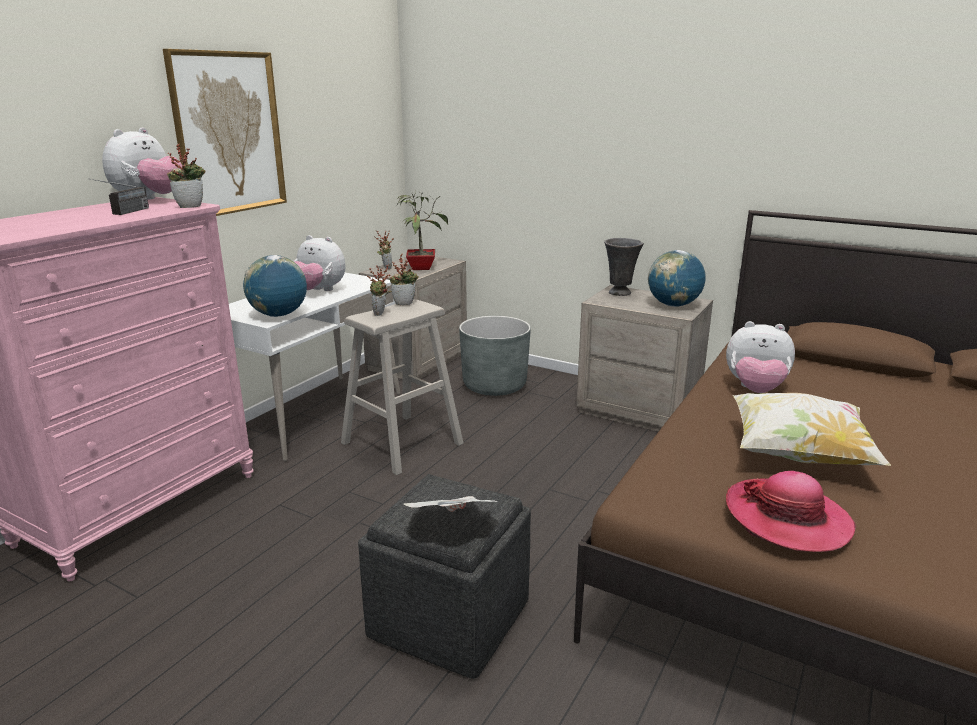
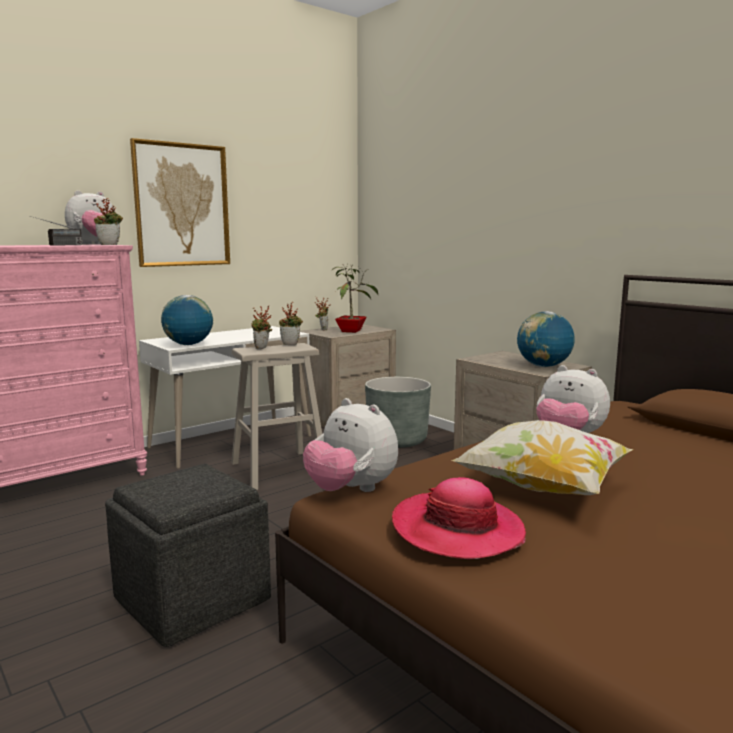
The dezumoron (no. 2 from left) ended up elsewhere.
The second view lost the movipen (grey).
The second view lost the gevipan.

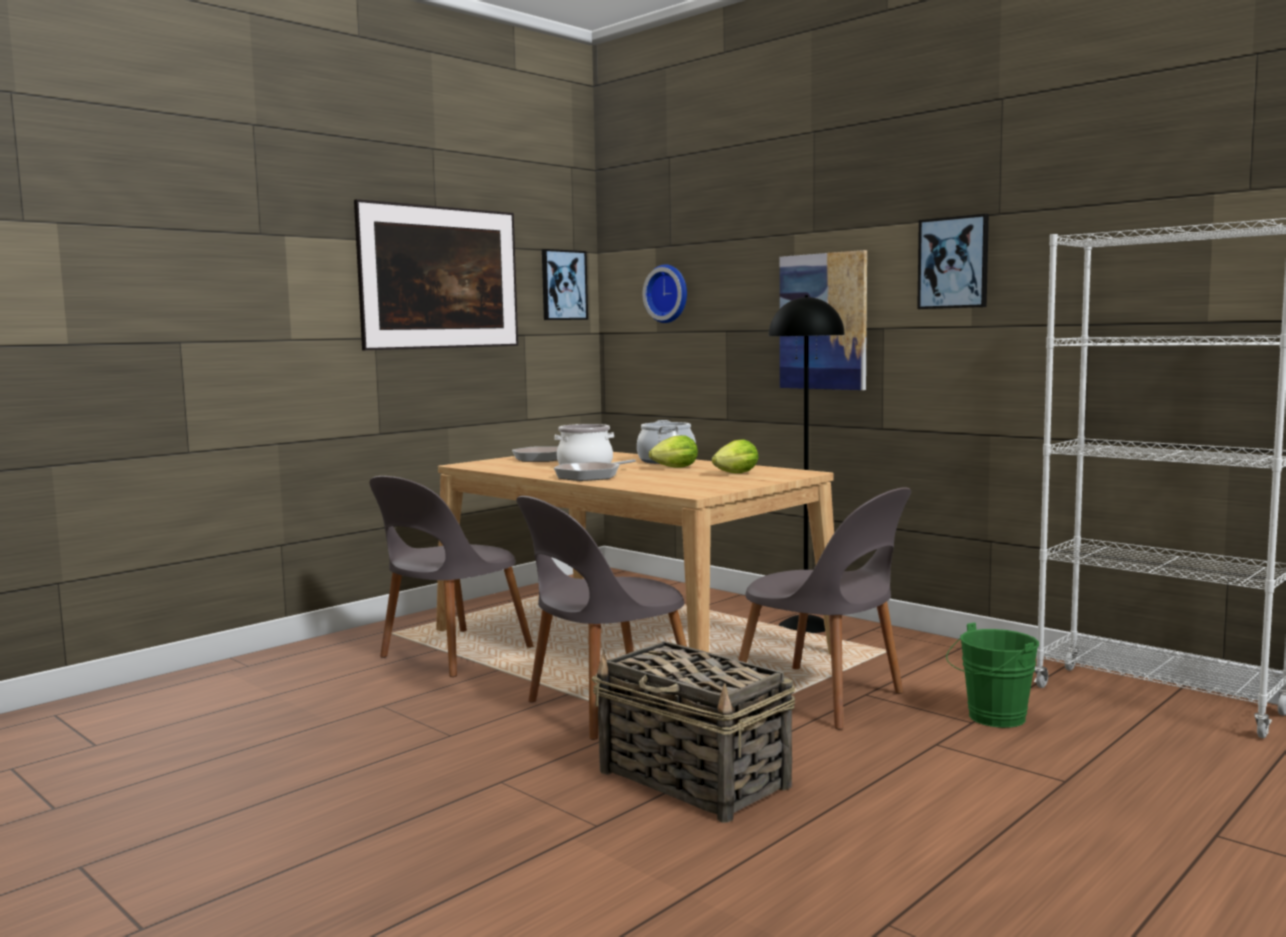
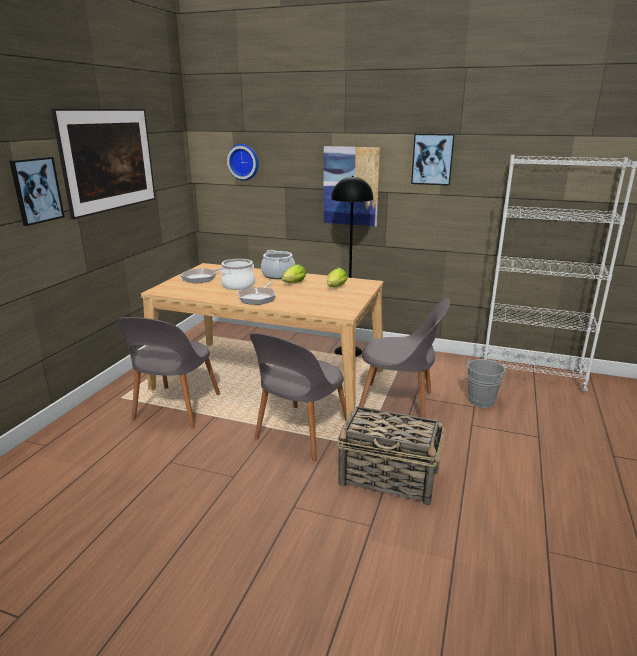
The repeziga (no. 2 from left in the first image) ended up elsewhere.
What was the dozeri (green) turned into the dozeri (grey).

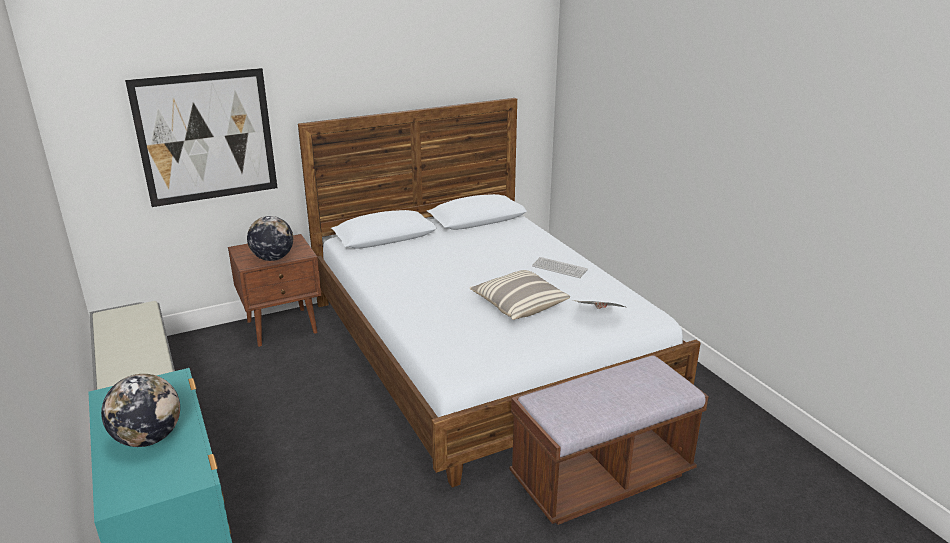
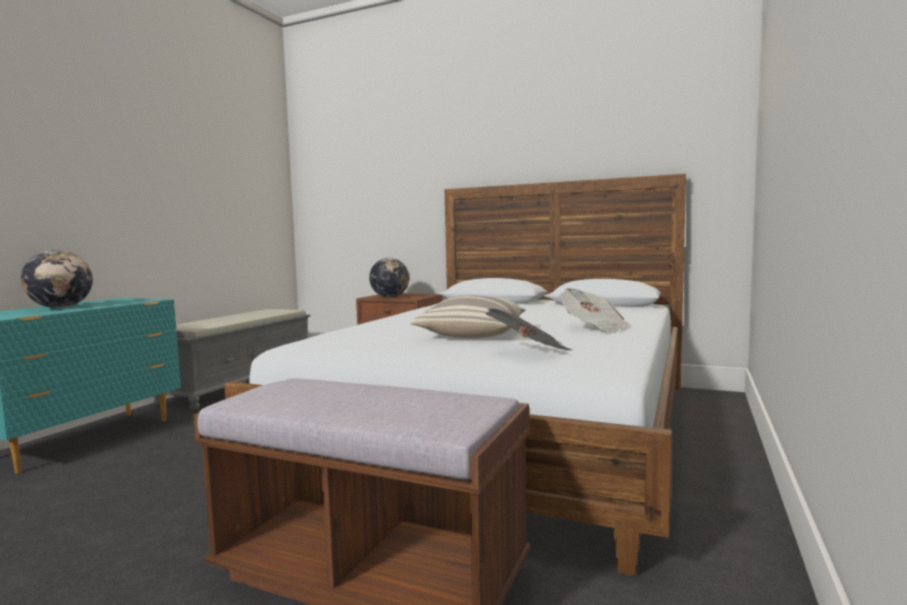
The second view lost the repeziga.
Where the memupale stood, the gevipan (no. 2 from left) came to stand.

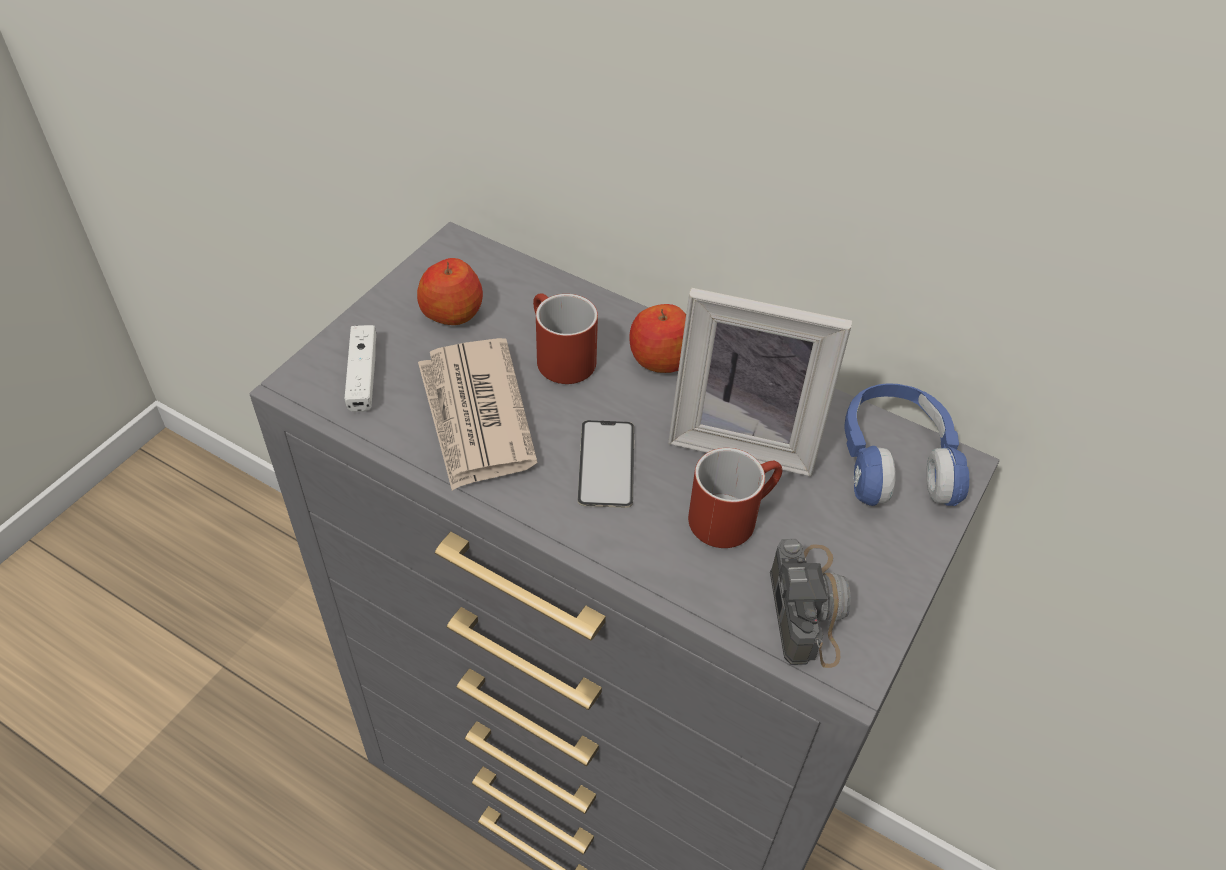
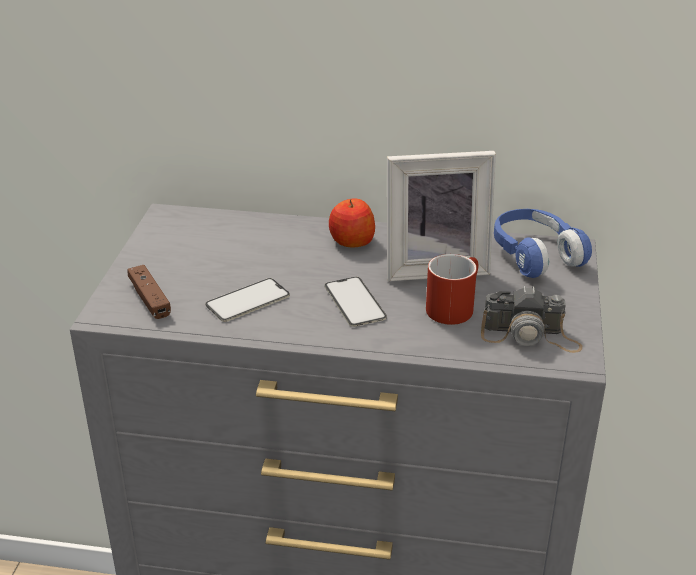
The second view lost the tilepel (no. 1 from left).
The second view lost the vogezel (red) (no. 1 from left).
What was the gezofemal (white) turned into the gezofemal (brown).
Where the gevipan stood, the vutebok (no. 1 from left) came to stand.
The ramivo ended up facing another way, 120 degrees clockwise from before.

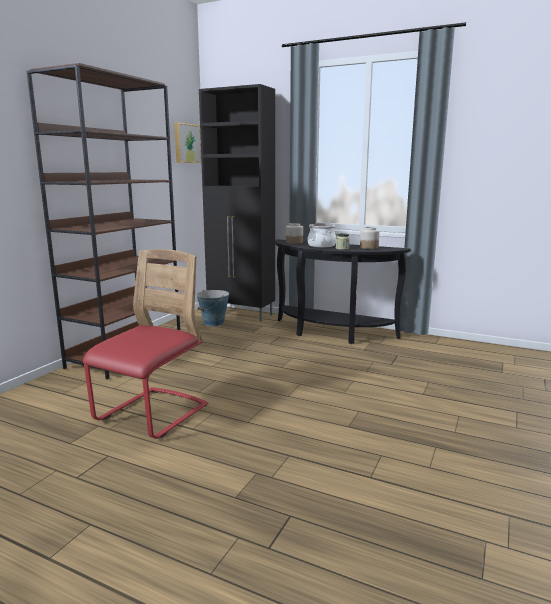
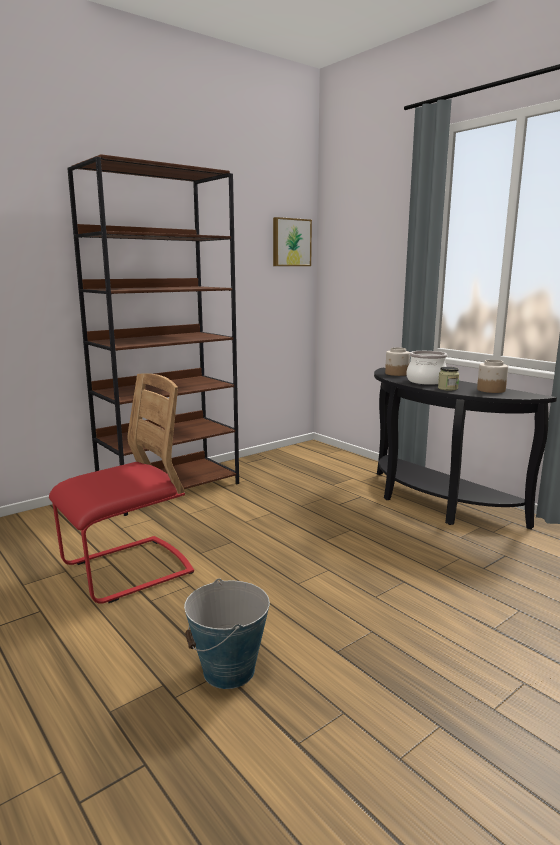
The second view lost the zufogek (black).
The dozeri ended up elsewhere.

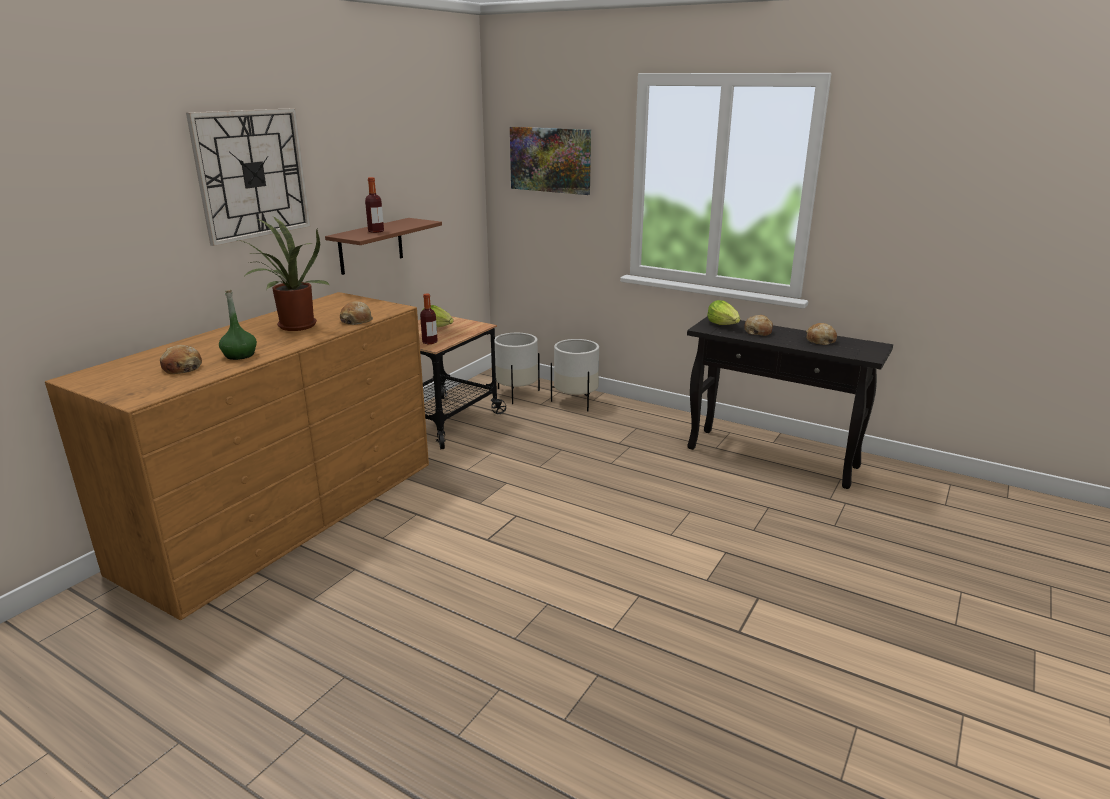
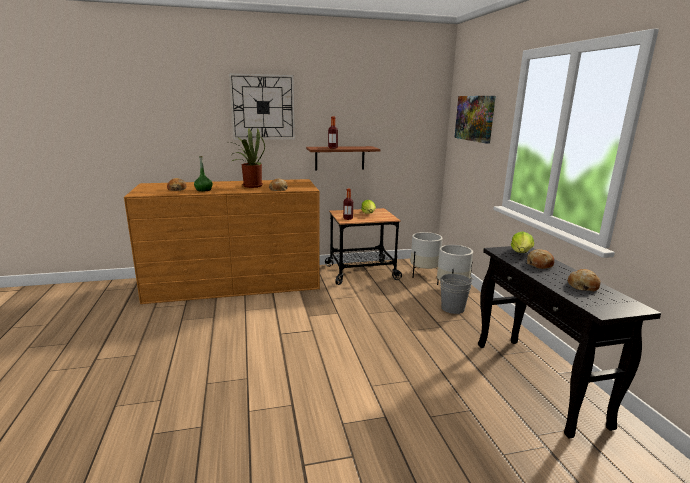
The second view gained the dozeri (grey).

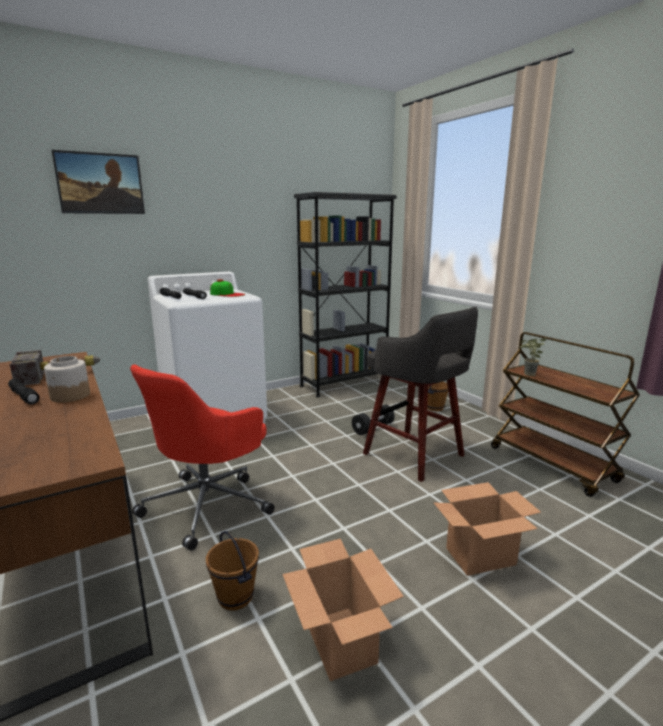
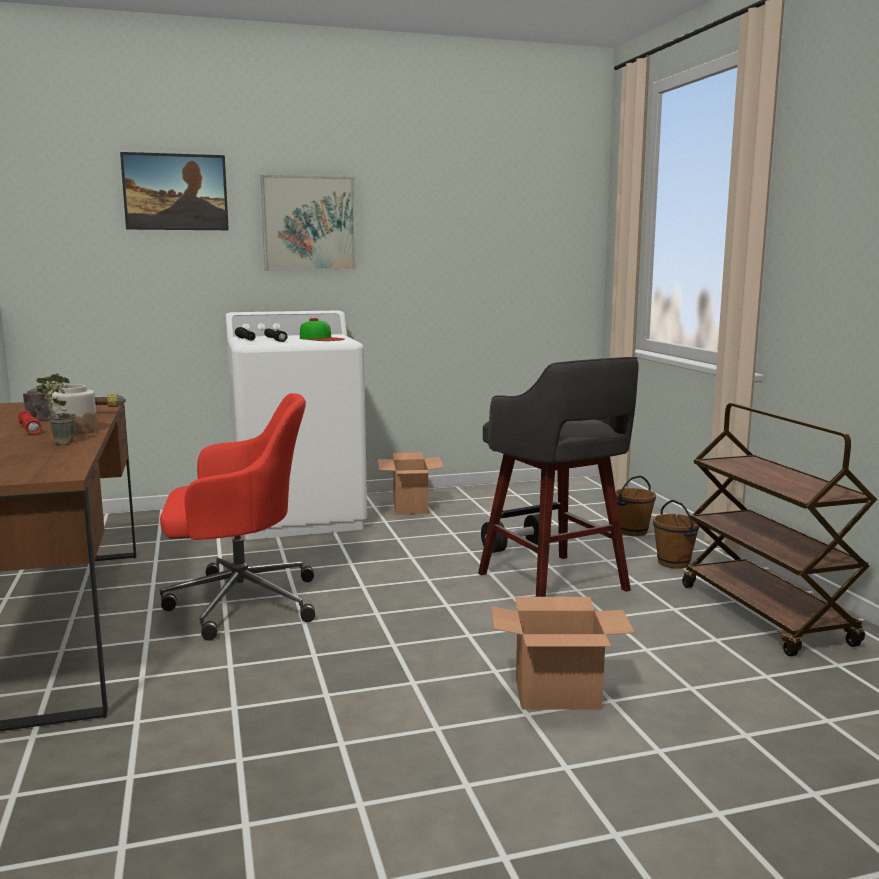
The second view lost the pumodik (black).
The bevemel ended up elsewhere.
The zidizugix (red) ended up facing another way, 150 degrees counterclockwise from before.
What was the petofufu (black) (no. 1 from left) turned into the petofufu (red).
The dozeri (brown) (no. 1 from left in the first image) ended up elsewhere.
The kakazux (no. 1 from left) ended up elsewhere.
The second view gained the repeziga (no. 2 from left).

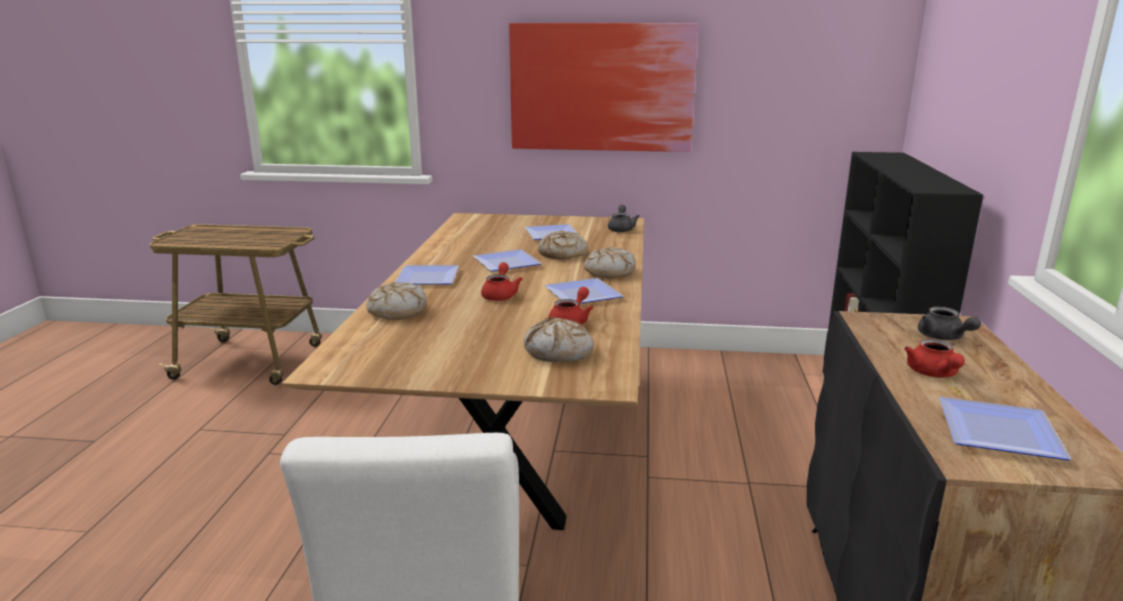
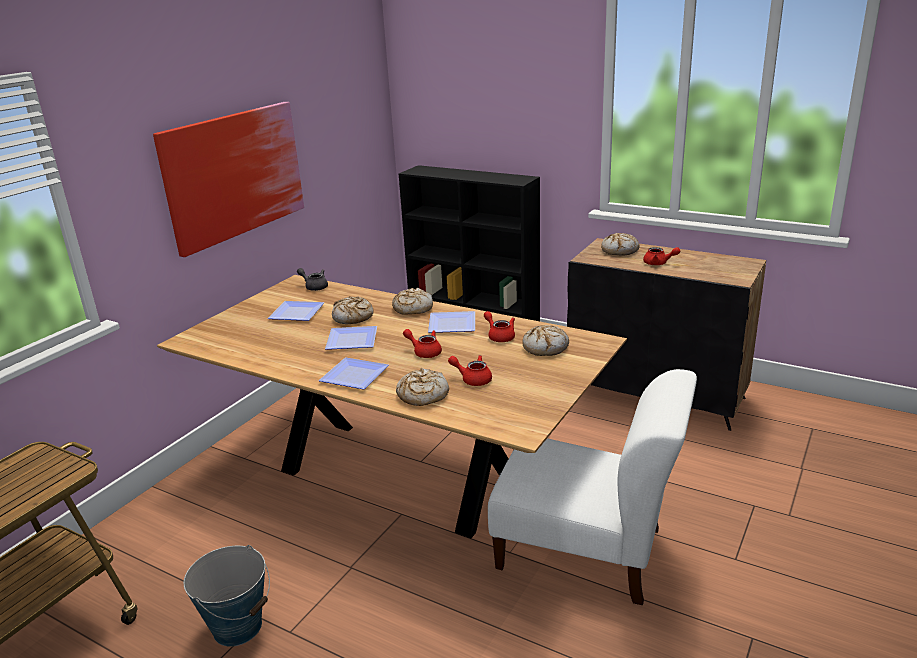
Where the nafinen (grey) (no. 2 from left) stood, the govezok (no. 5 from left) came to stand.
The second view lost the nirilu (no. 5 from left).
The second view gained the nafinen (red) (no. 2 from left).
The second view gained the dozeri.

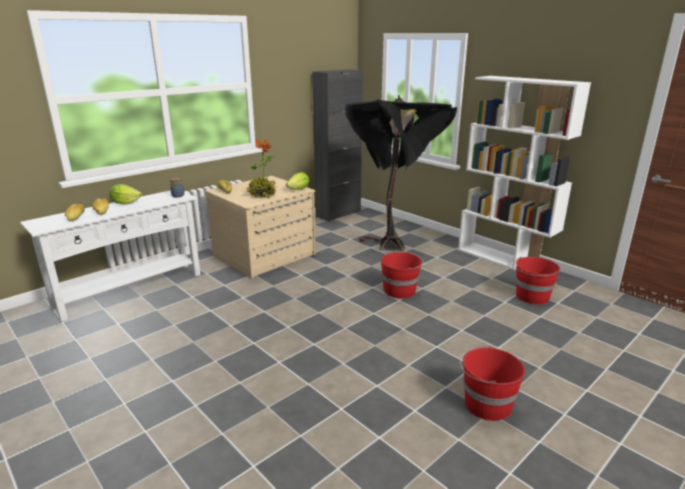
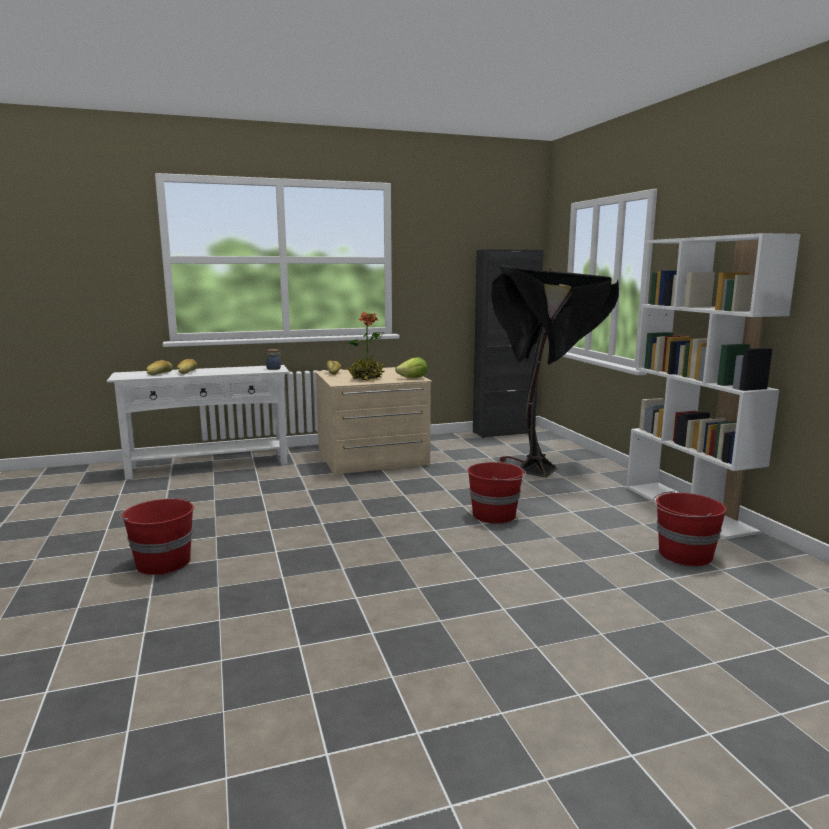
The second view lost the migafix (no. 1 from left).
The dozeri (red) (no. 2 from left in the first image) ended up elsewhere.

